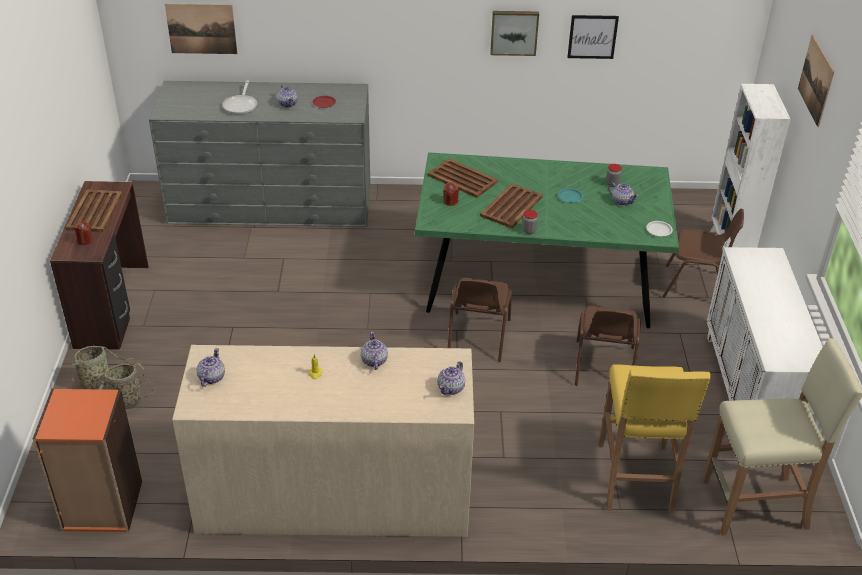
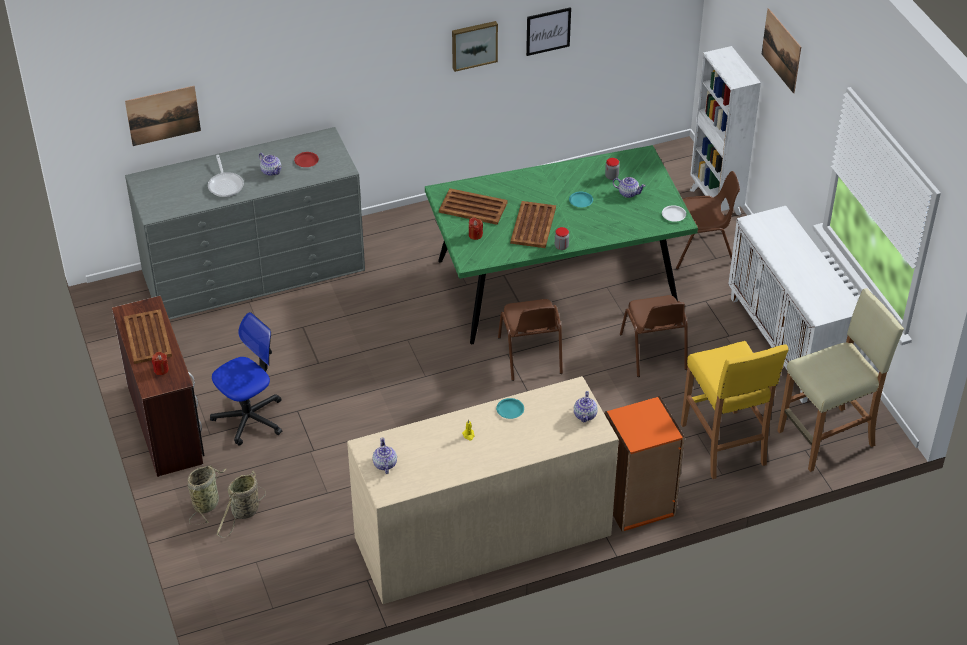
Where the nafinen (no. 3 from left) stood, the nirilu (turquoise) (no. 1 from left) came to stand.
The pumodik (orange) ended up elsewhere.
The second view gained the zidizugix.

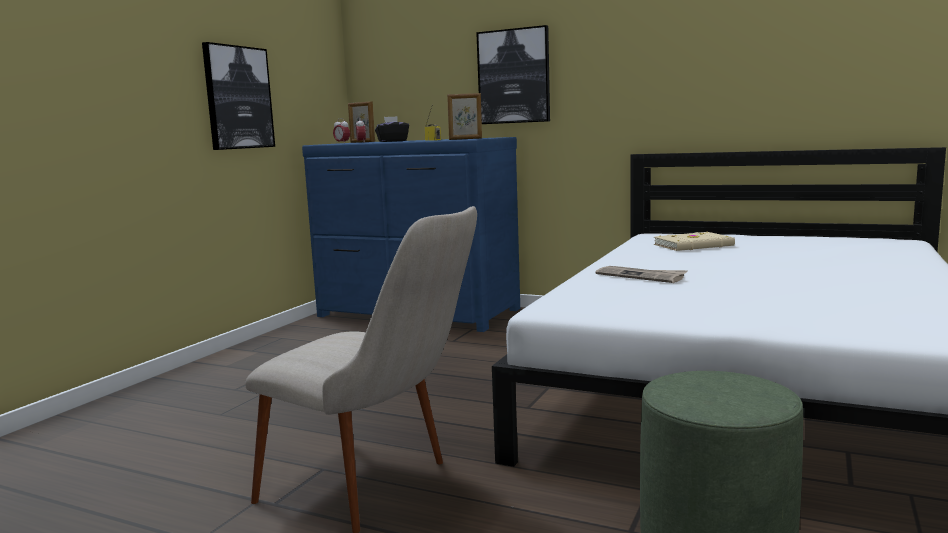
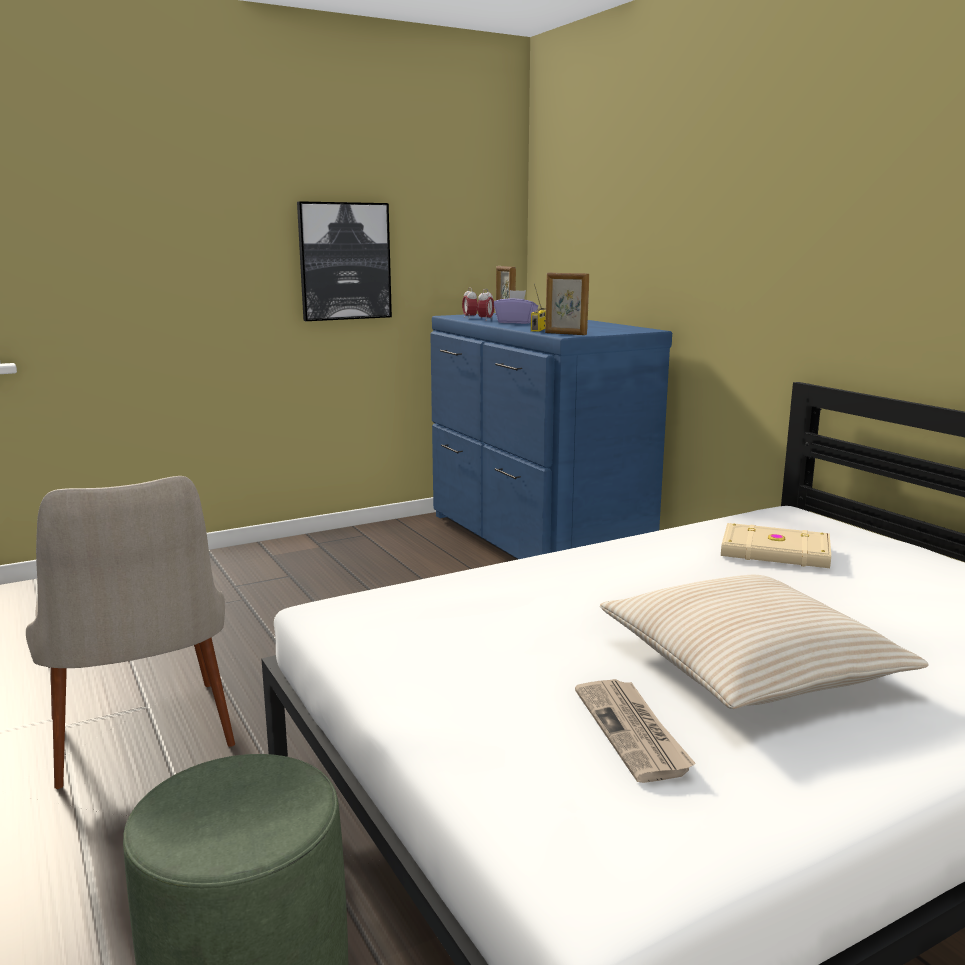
The second view lost the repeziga (no. 2 from left).
What was the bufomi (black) turned into the bufomi (purple).
The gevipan ended up elsewhere.
The second view gained the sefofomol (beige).

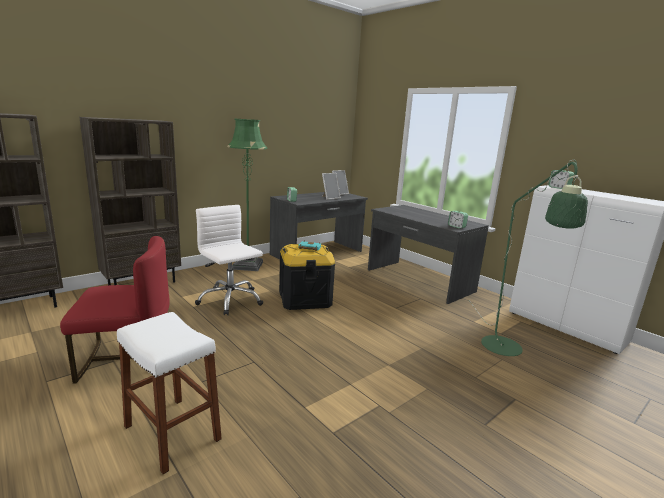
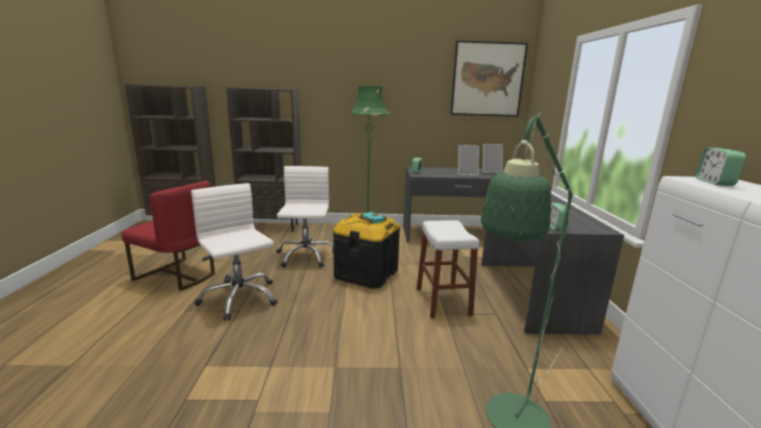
The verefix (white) ended up elsewhere.
The second view gained the repeziga.
The second view gained the zidizugix (white) (no. 1 from left).

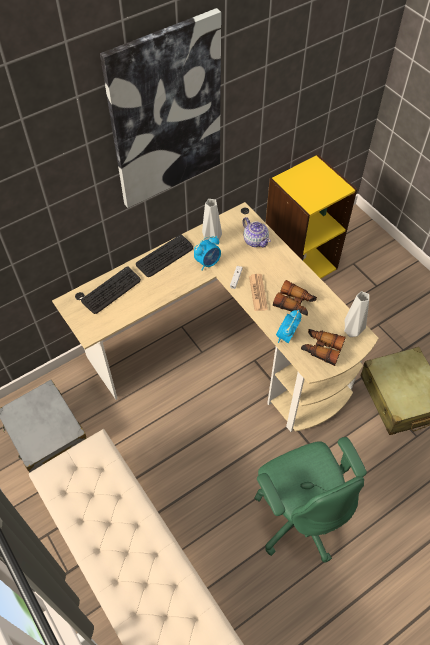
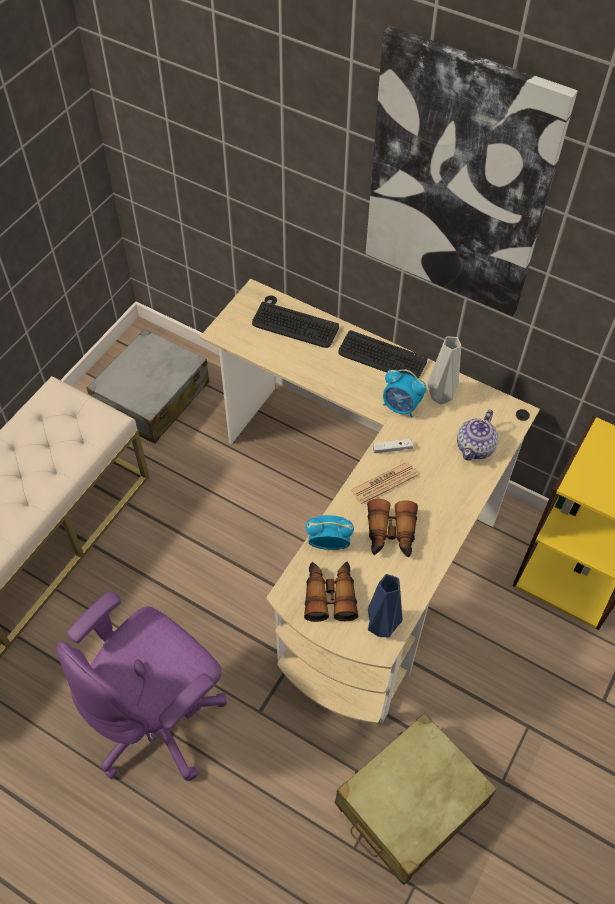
What was the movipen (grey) (no. 2 from left) turned into the movipen (blue).
What was the zidizugix (green) turned into the zidizugix (purple).

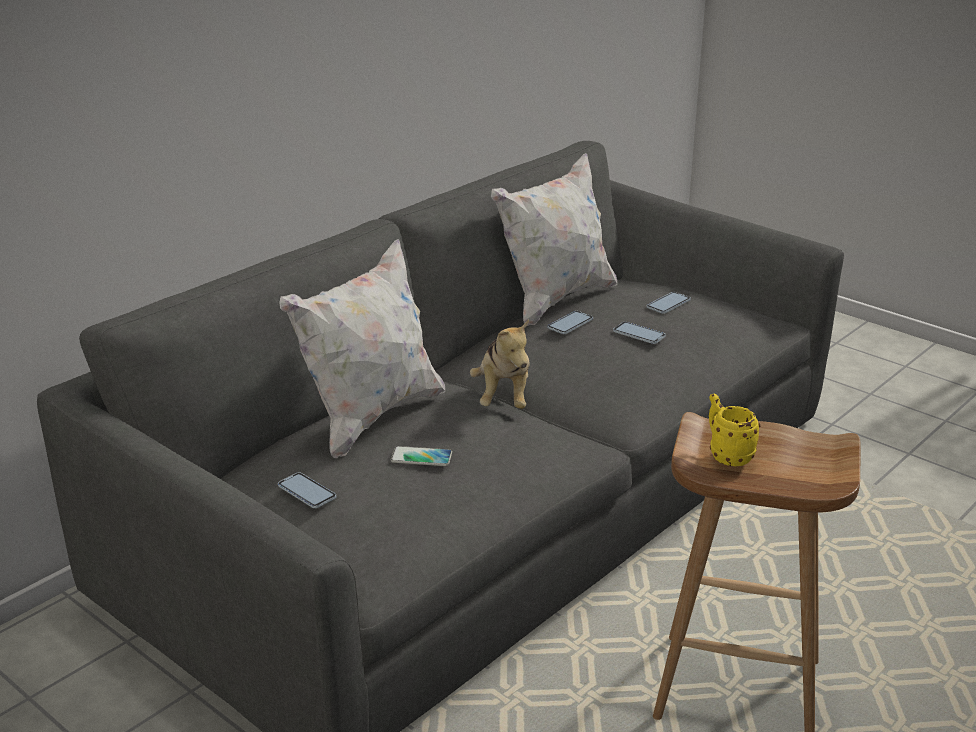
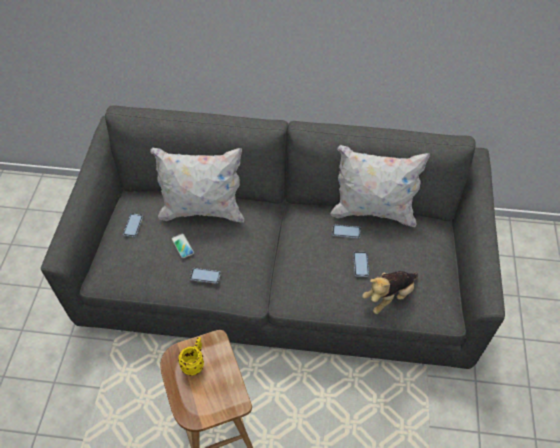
The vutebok (no. 5 from left in the first image) ended up elsewhere.
The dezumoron ended up elsewhere.

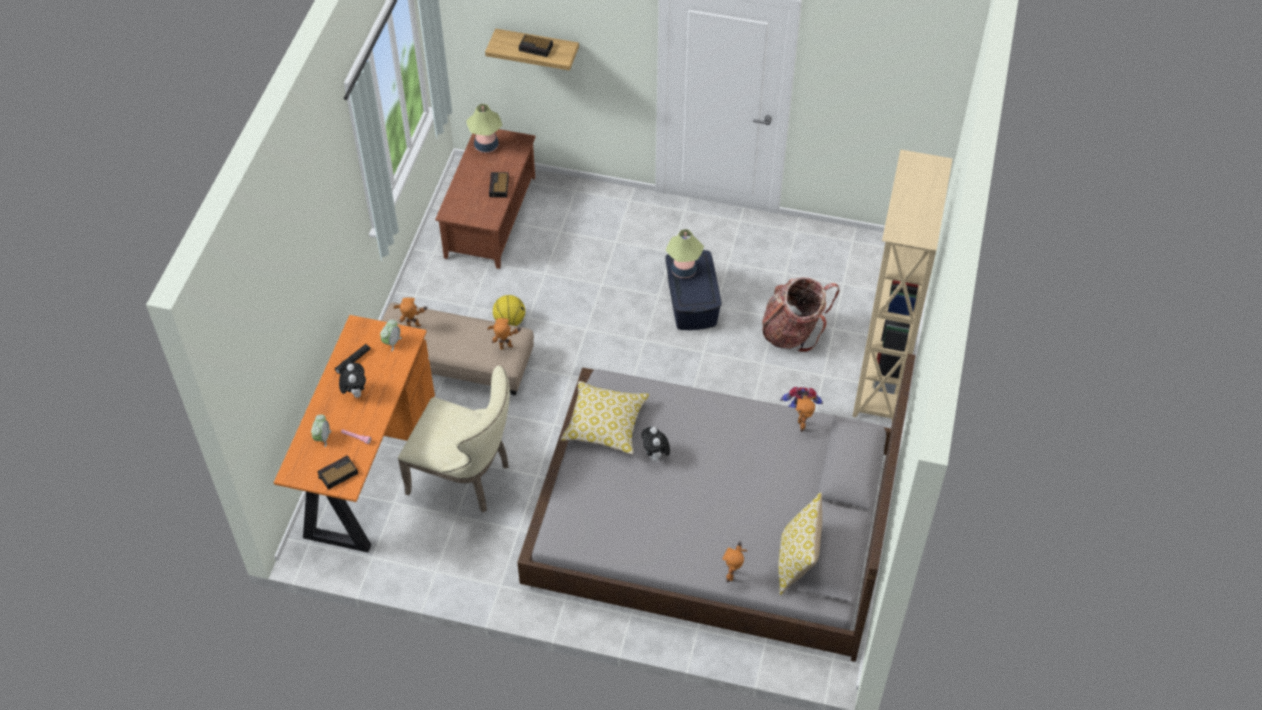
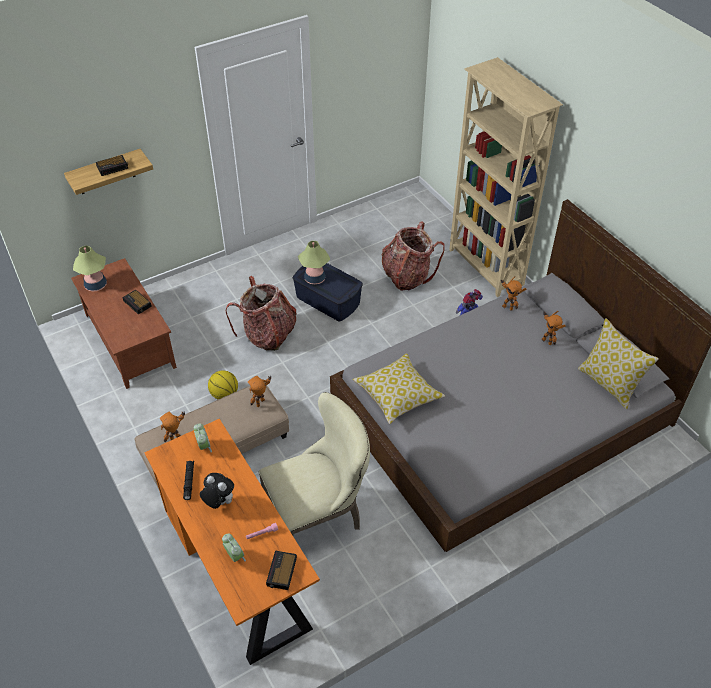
The second view lost the dezumoron (no. 2 from left).
The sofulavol (no. 3 from left in the first image) ended up elsewhere.
The second view gained the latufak (no. 1 from left).

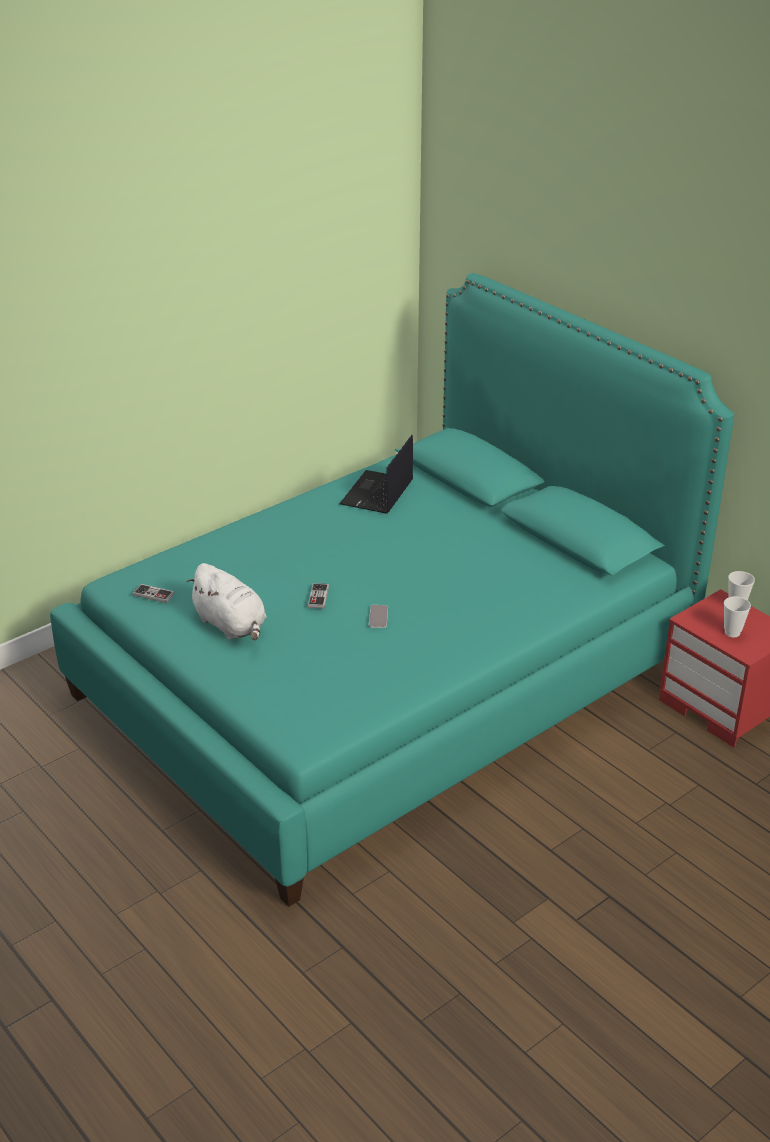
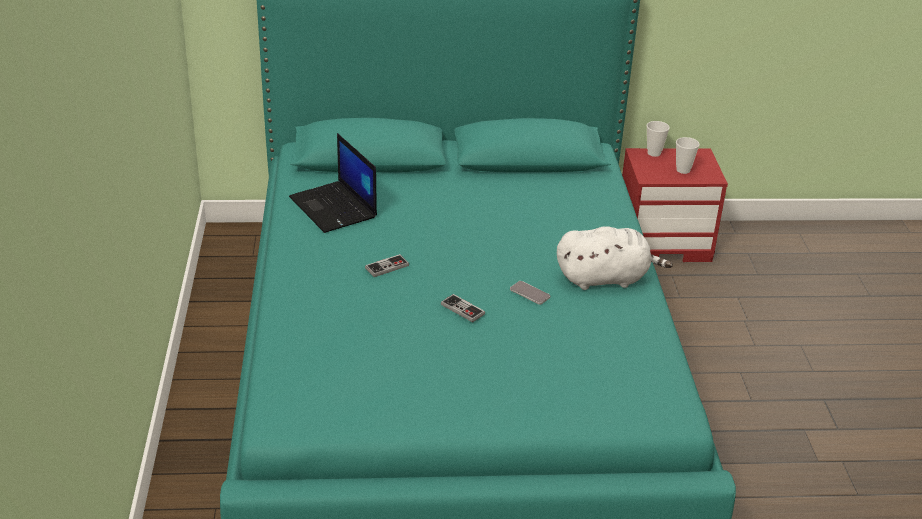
The dezumoron (white) ended up elsewhere.
The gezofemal (no. 1 from left) ended up elsewhere.

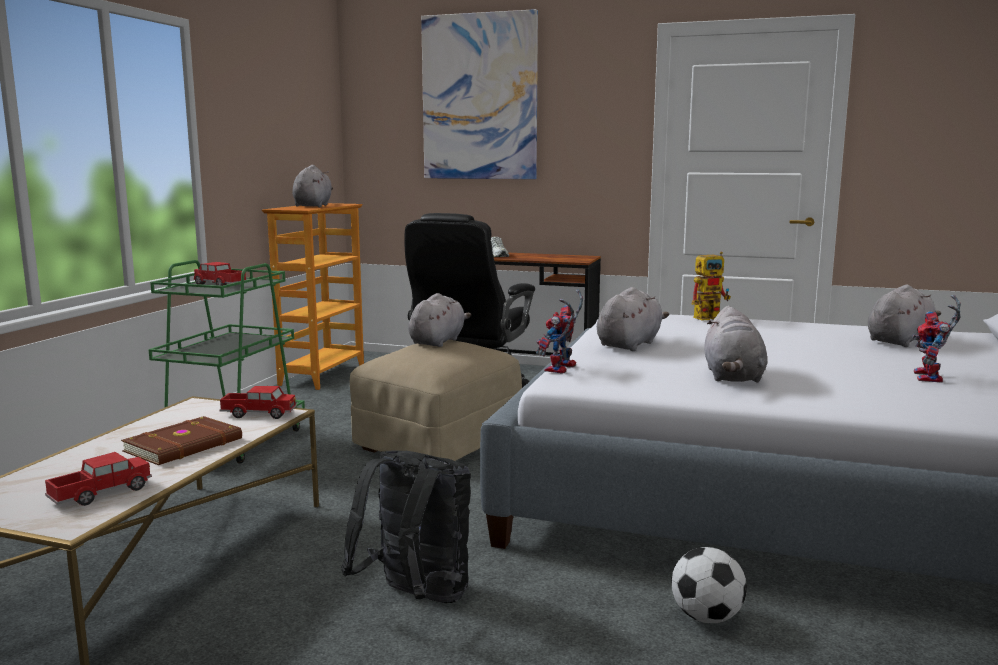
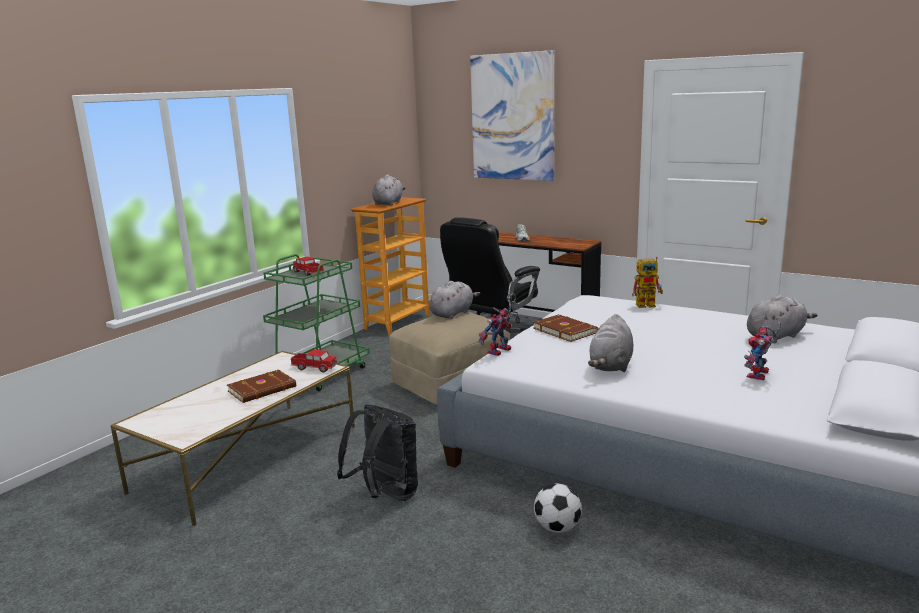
Where the dezumoron (grey) (no. 3 from left) stood, the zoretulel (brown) (no. 2 from left) came to stand.
The second view lost the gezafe (no. 1 from left).

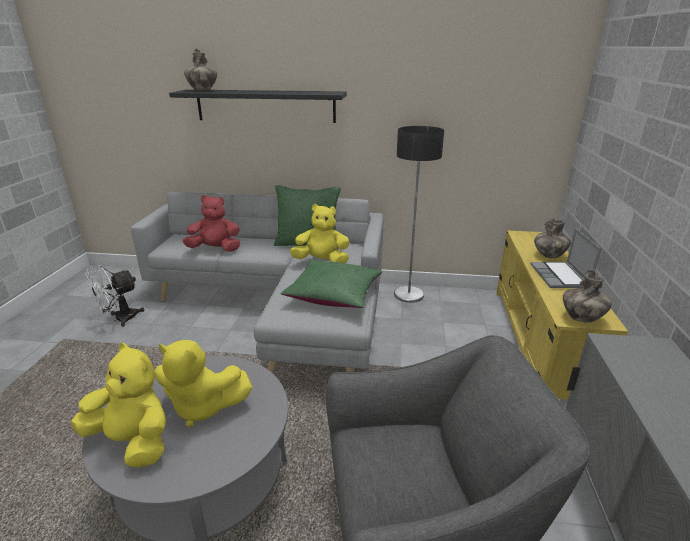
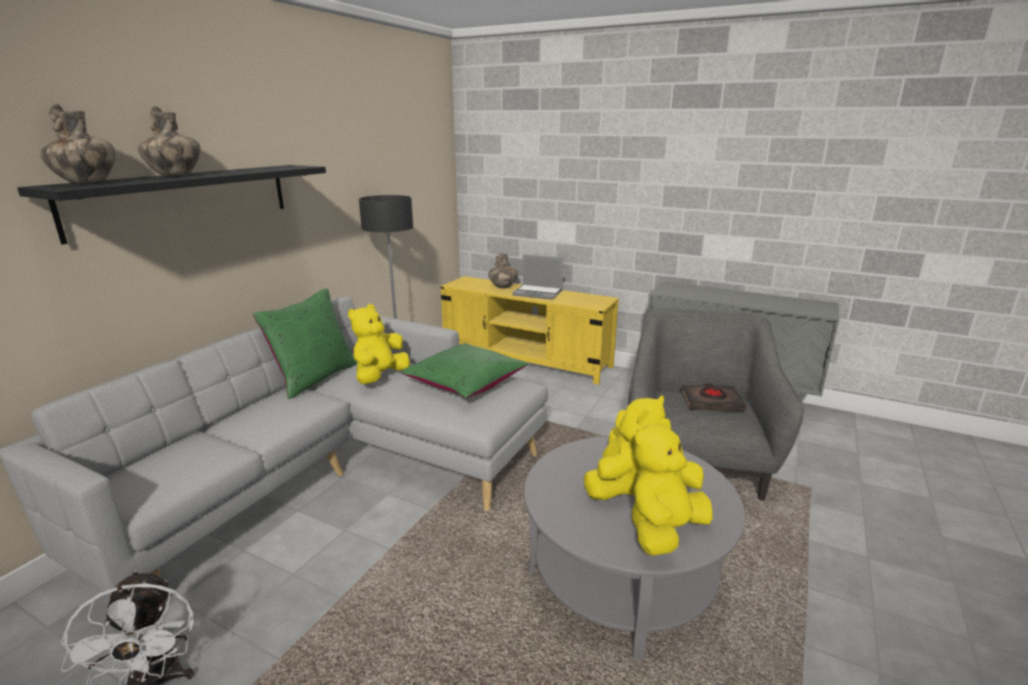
The second view lost the dezumoron (red).
The movipen (no. 3 from left in the first image) ended up elsewhere.
The second view gained the zoretulel (black).

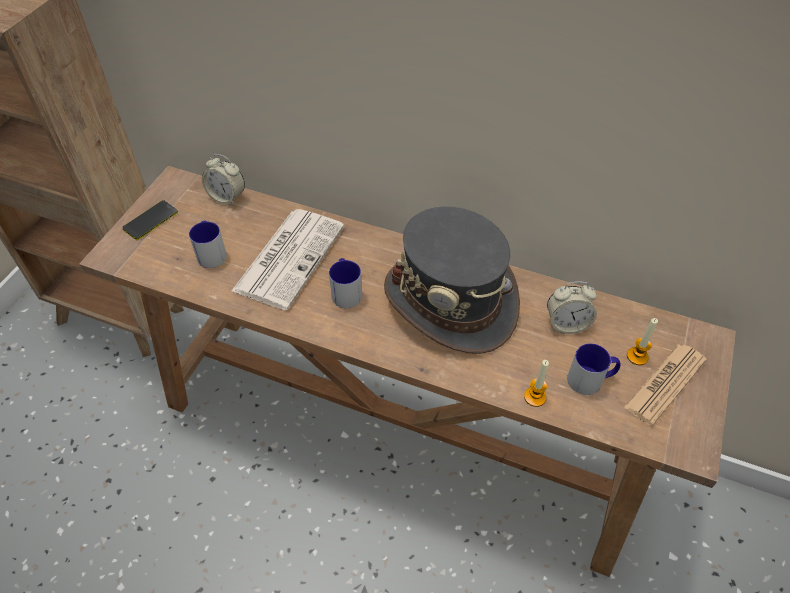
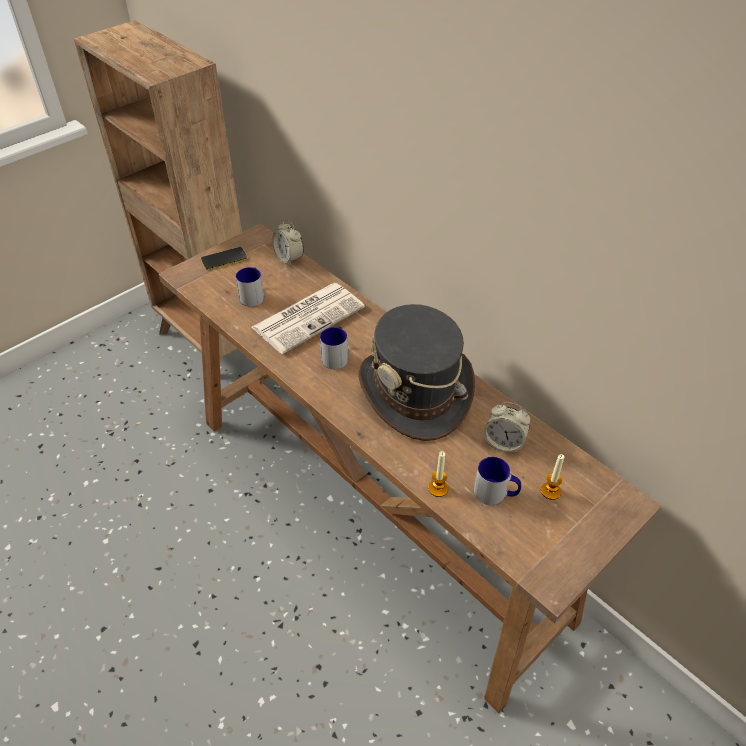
The second view lost the gevipan (no. 2 from left).

